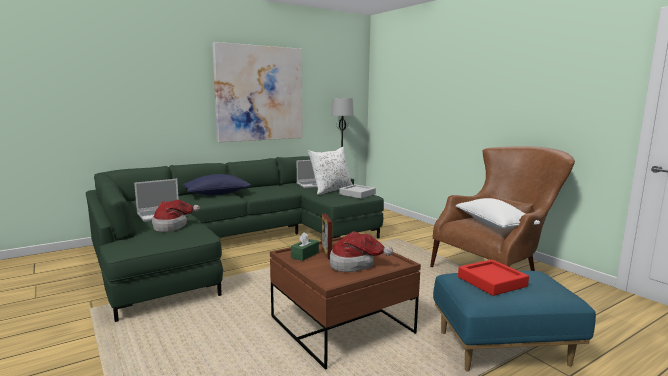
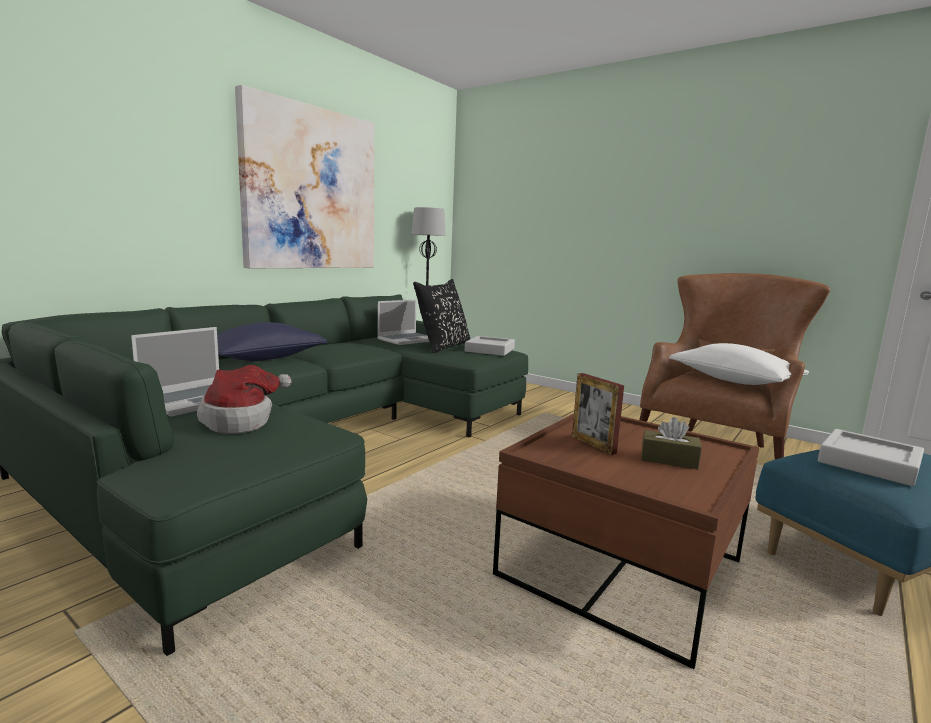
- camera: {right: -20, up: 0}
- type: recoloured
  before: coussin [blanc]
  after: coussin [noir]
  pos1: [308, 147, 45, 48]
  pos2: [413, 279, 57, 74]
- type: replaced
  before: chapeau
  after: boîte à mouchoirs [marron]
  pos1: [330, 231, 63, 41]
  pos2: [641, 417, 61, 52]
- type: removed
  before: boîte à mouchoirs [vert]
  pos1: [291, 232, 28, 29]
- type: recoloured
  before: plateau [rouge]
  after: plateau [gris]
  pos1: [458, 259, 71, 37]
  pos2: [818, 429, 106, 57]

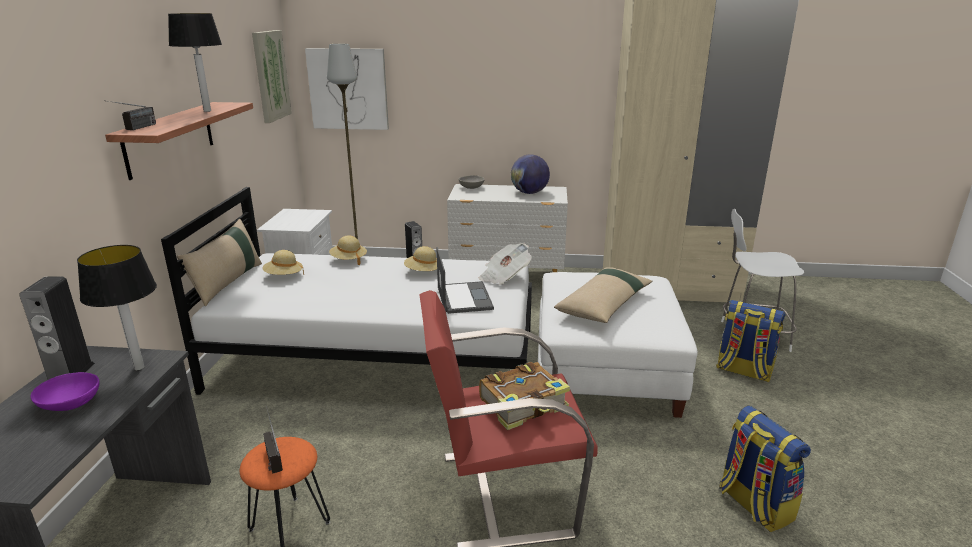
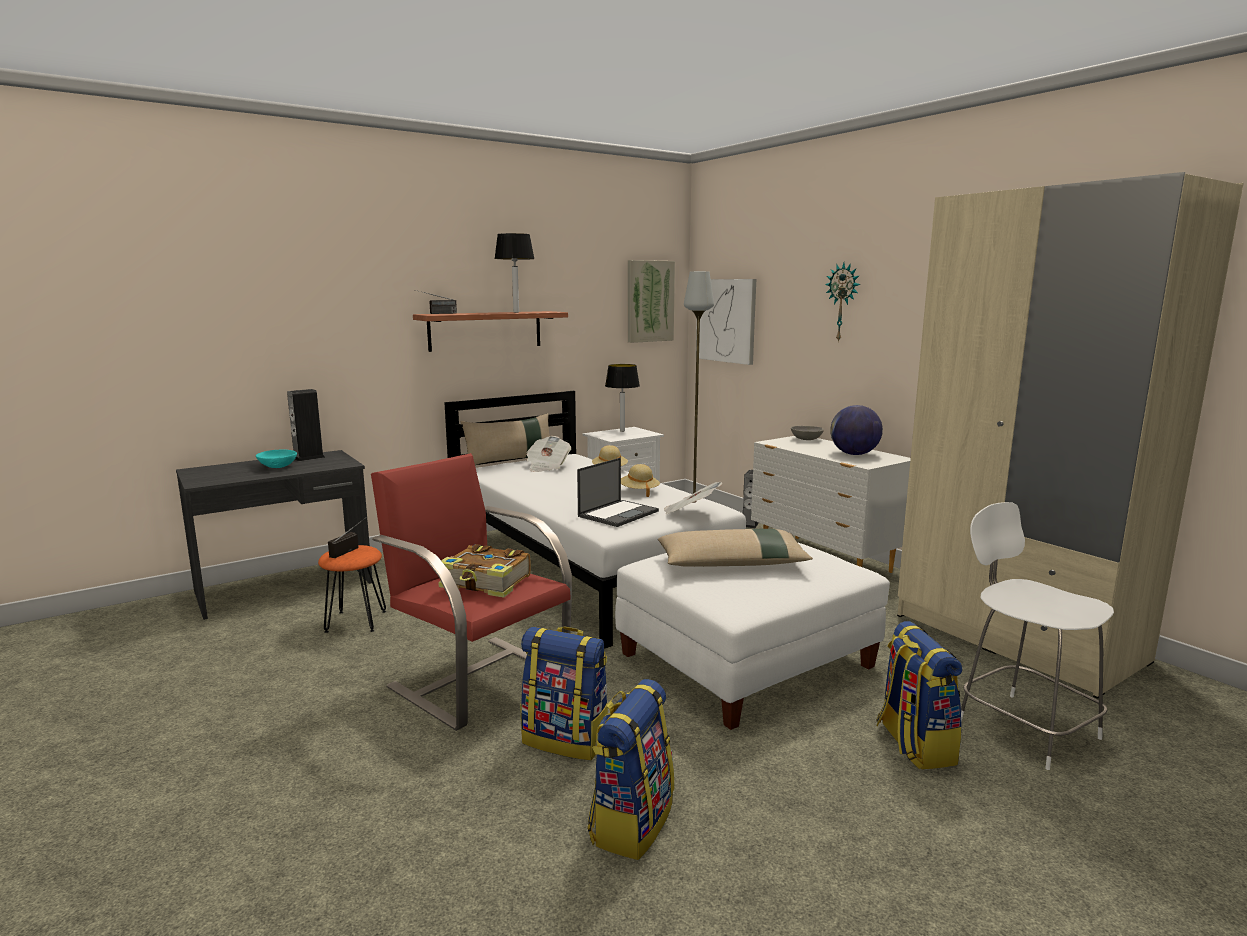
- camera: {right: 50, up: -10}
- type: moved
  before: lampe de table
  pos1: [77, 245, 80, 125]
  pos2: [605, 364, 35, 68]
- type: replaced
  before: chapeau [beige]
  after: journal
  pos1: [262, 250, 42, 25]
  pos2: [526, 436, 45, 36]
- type: recoloured
  before: bol [violet]
  after: bol [turquoise]
  pos1: [30, 372, 70, 39]
  pos2: [256, 450, 41, 18]
- type: added
  after: horloge murale
  pos2: [825, 263, 35, 79]
- type: added
  after: sac à dos
  pos2: [521, 627, 87, 133]

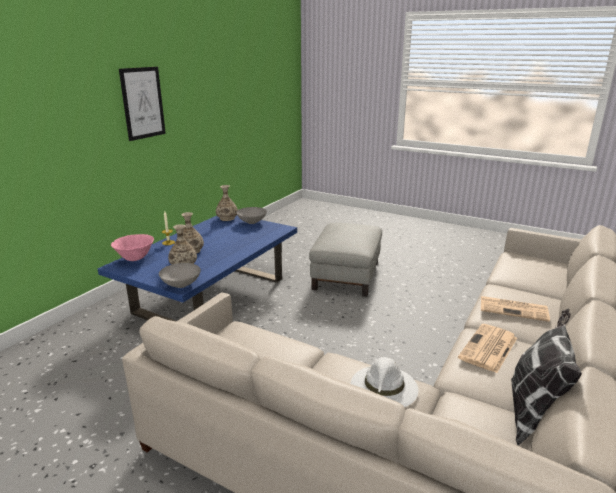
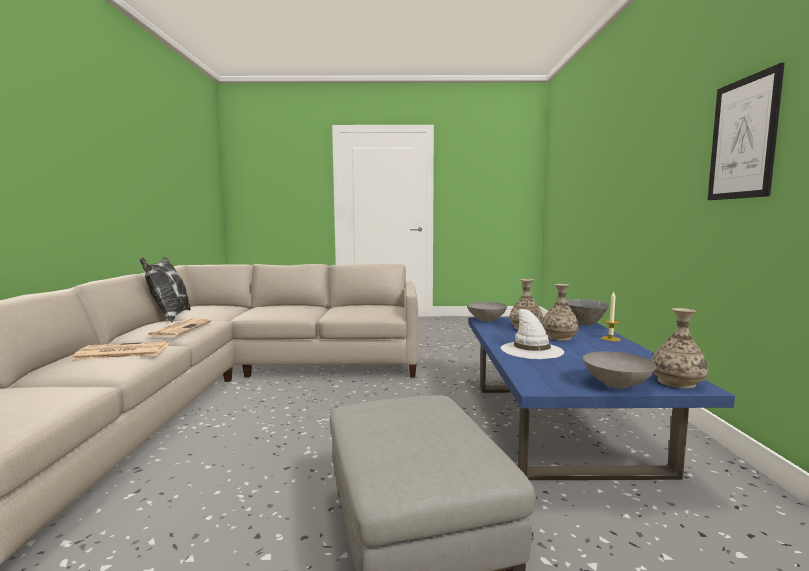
- camera: {right: 150, up: -15}
- type: recoloured
  before: bol [rose]
  after: bol [gris]
  pos1: [111, 234, 43, 27]
  pos2: [566, 299, 44, 26]
- type: moved
  before: chapeau [blanc]
  pos1: [350, 357, 68, 50]
  pos2: [501, 309, 63, 50]

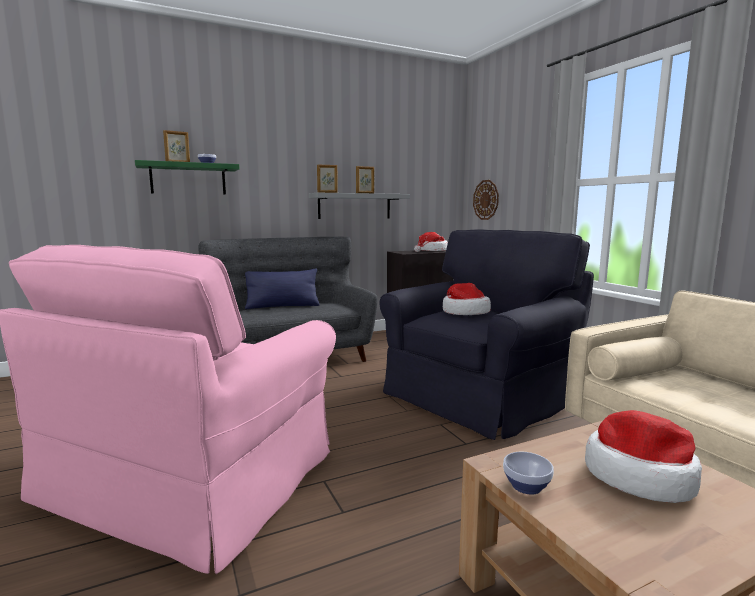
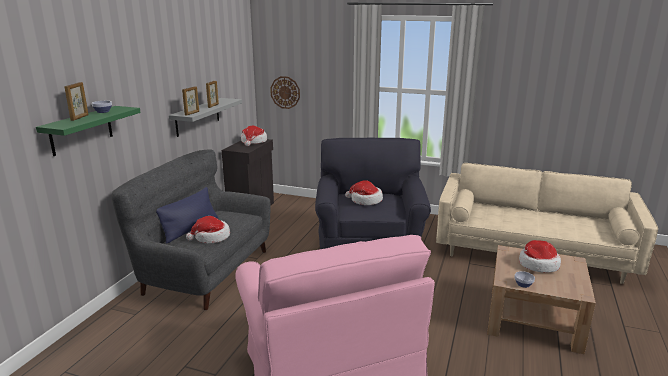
- camera: {right: -45, up: 10}
- type: added
  after: chapeau
  pos2: [186, 216, 44, 27]

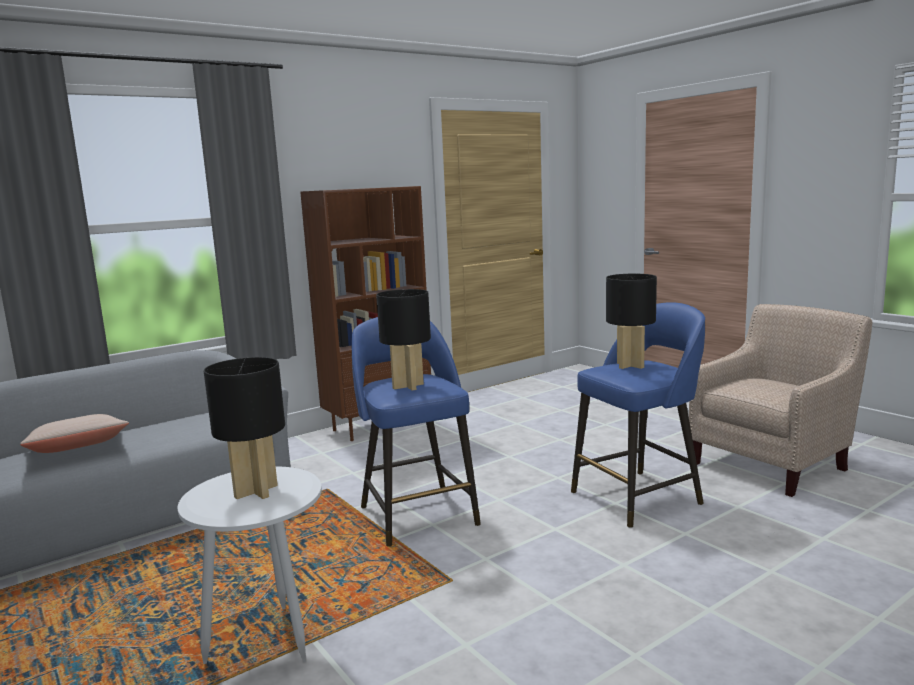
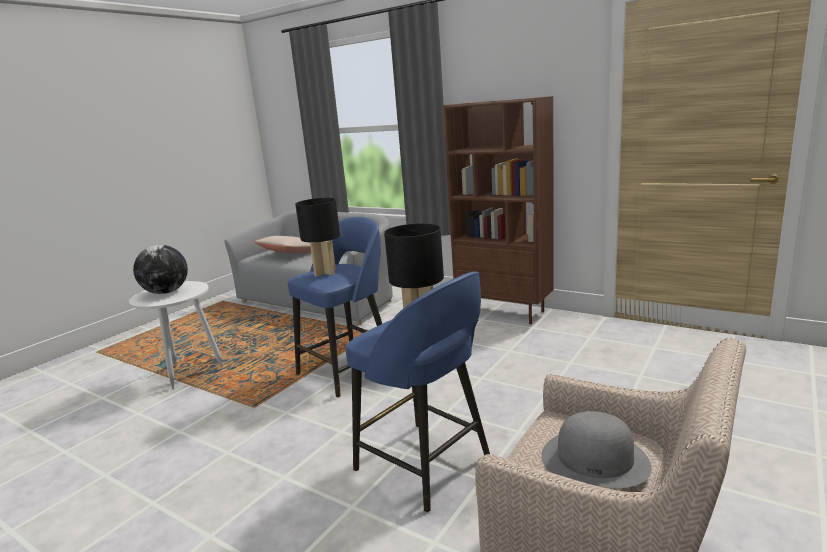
- camera: {right: 70, up: 5}
- type: replaced
  before: lampe de table [noir]
  after: globe
  pos1: [204, 357, 81, 142]
  pos2: [133, 245, 55, 49]
- type: added
  after: chapeau [gris]
  pos2: [541, 411, 111, 77]

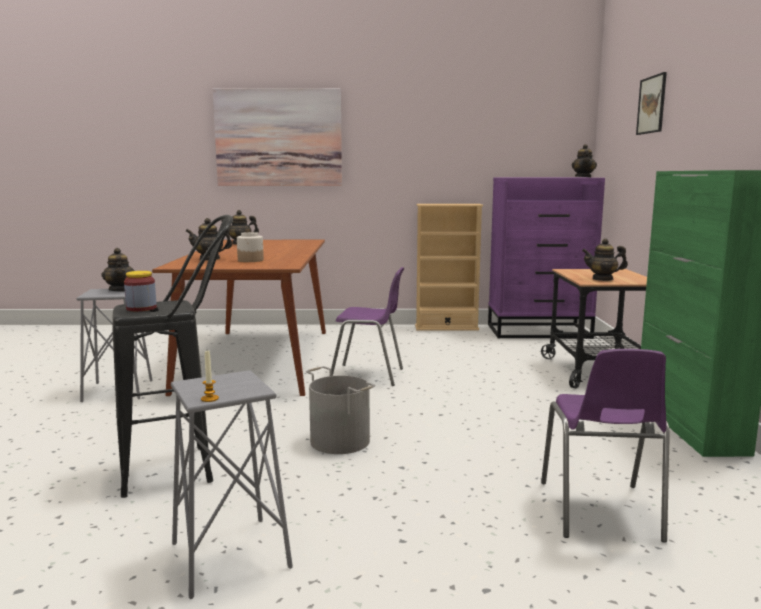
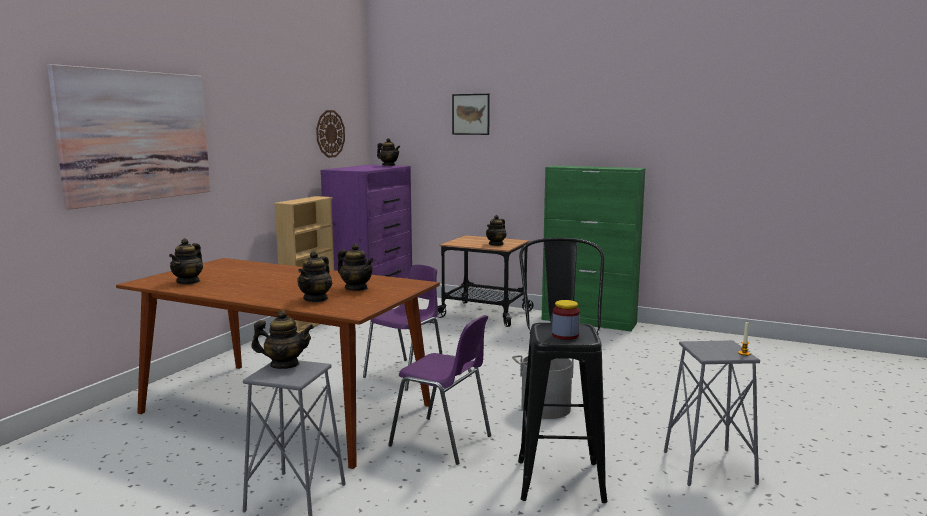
- camera: {right: -65, up: 0}
- type: replaced
  before: bocal
  after: théière
  pos1: [237, 232, 27, 30]
  pos2: [338, 244, 36, 47]
- type: moved
  before: chaise [violet]
  pos1: [541, 349, 129, 194]
  pos2: [388, 315, 103, 150]
- type: added
  after: horloge murale
  pos2: [316, 110, 29, 48]

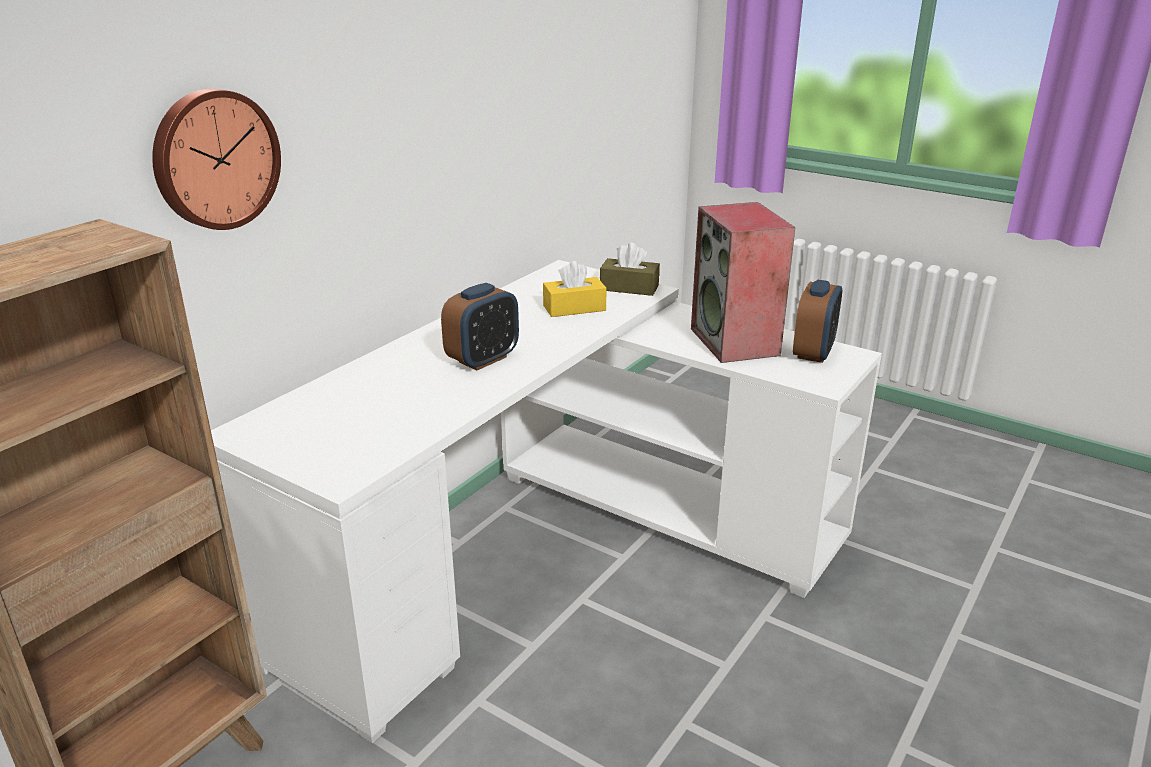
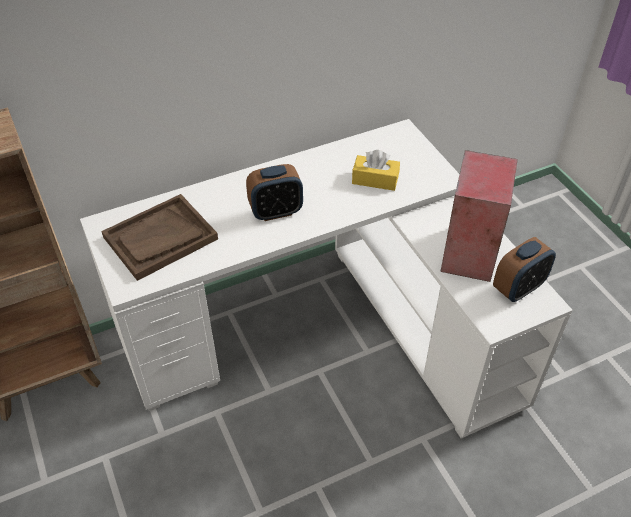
- camera: {right: 30, up: 20}
- type: removed
  before: horloge murale
  pos1: [152, 89, 129, 141]
- type: removed
  before: boîte à mouchoirs [marron]
  pos1: [600, 243, 60, 53]
- type: added
  after: plateau [marron]
  pos2: [101, 194, 117, 87]

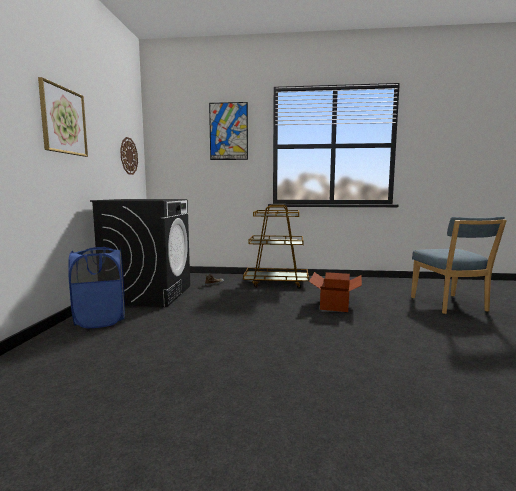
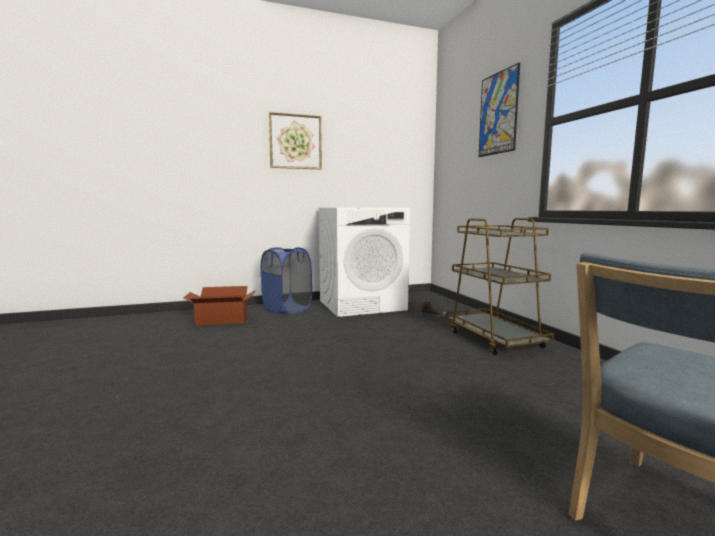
- camera: {right: 65, up: 0}
- type: removed
  before: horloge murale
  pos1: [120, 137, 18, 38]
- type: recoloured
  before: lave-linge [noir]
  after: lave-linge [blanc]
  pos1: [90, 199, 100, 108]
  pos2: [318, 208, 92, 109]
- type: moved
  before: carton
  pos1: [309, 272, 53, 40]
  pos2: [183, 286, 72, 39]

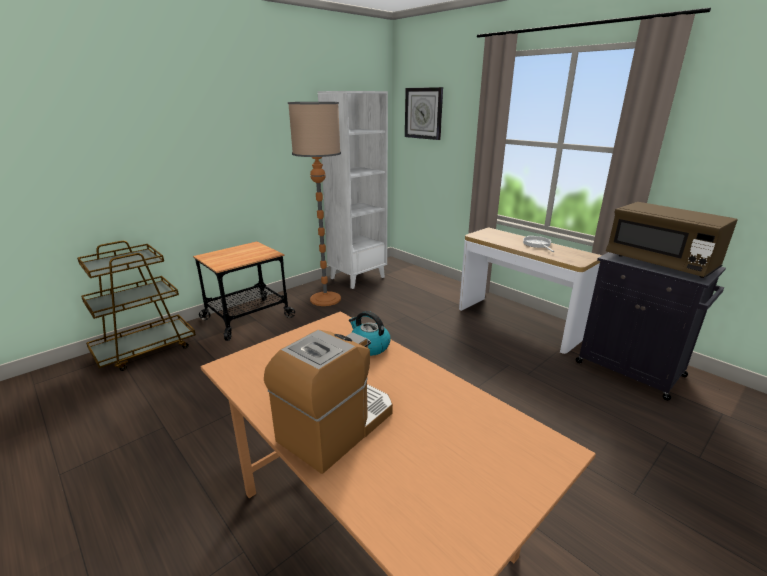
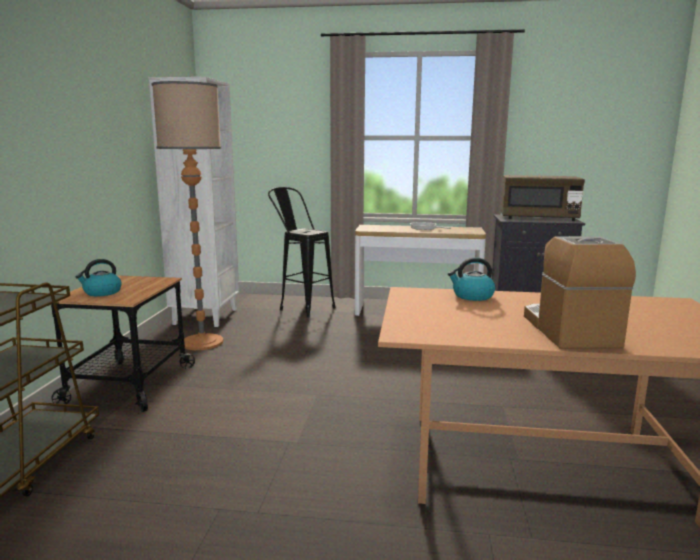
- camera: {right: -40, up: -10}
- type: removed
  before: horloge murale
  pos1: [405, 87, 38, 53]
- type: added
  after: tabouret [noir]
  pos2: [268, 187, 68, 131]
- type: added
  after: bouilloire
  pos2: [75, 259, 47, 37]

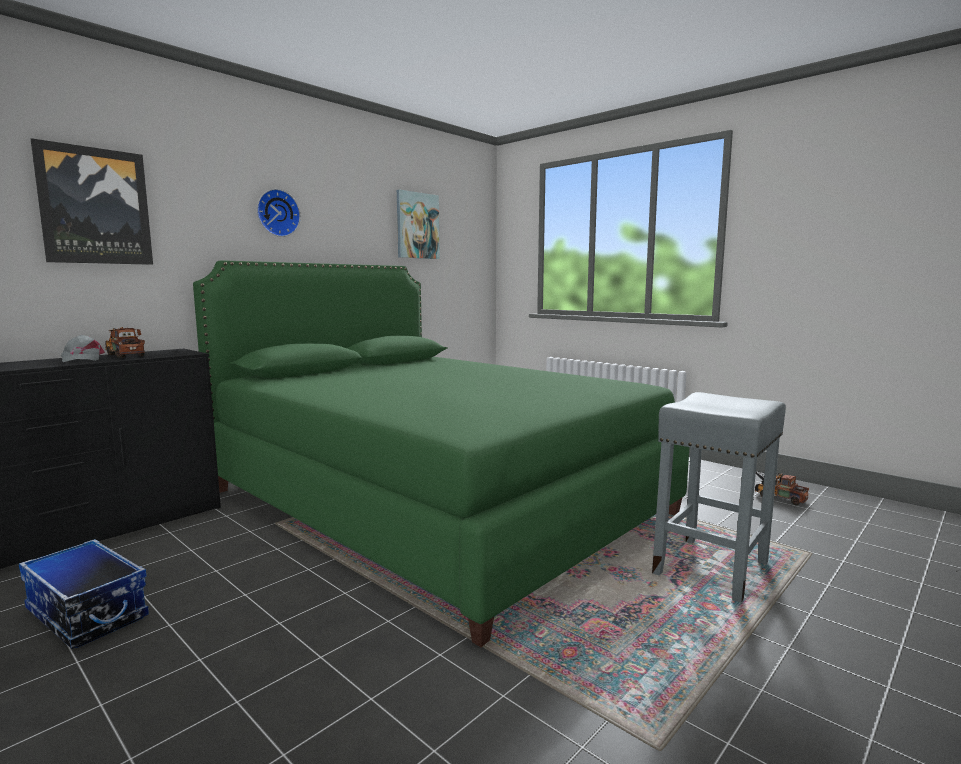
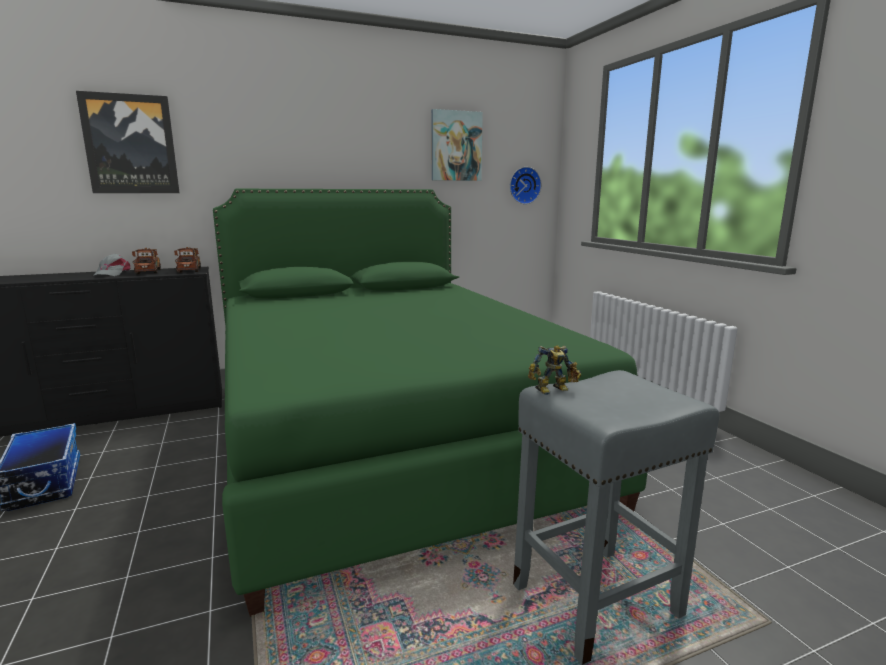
- camera: {right: 25, up: 5}
- type: moved
  before: horloge murale
  pos1: [257, 189, 44, 48]
  pos2: [510, 167, 32, 37]
- type: moved
  before: camion jouet
  pos1: [755, 471, 54, 34]
  pos2: [174, 247, 27, 26]
- type: added
  after: robot jouet
  pos2: [528, 345, 53, 50]

